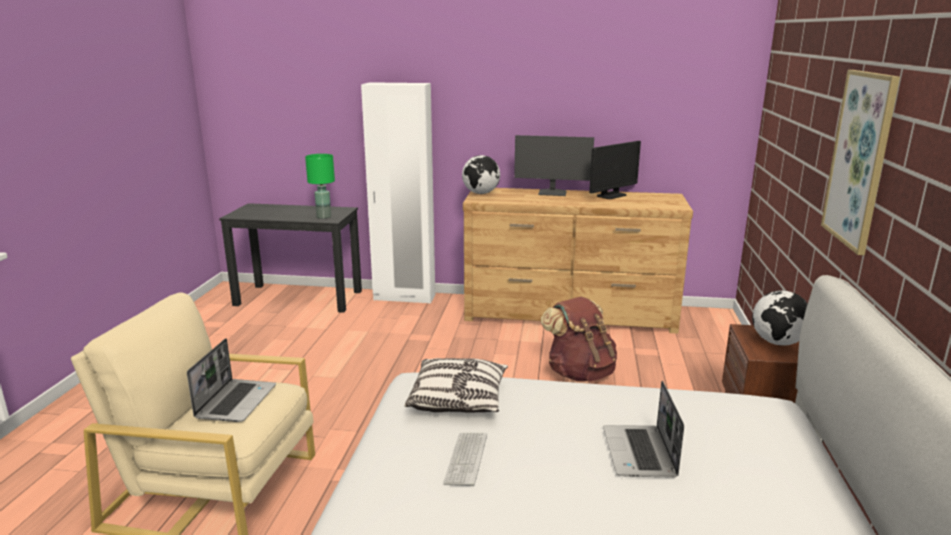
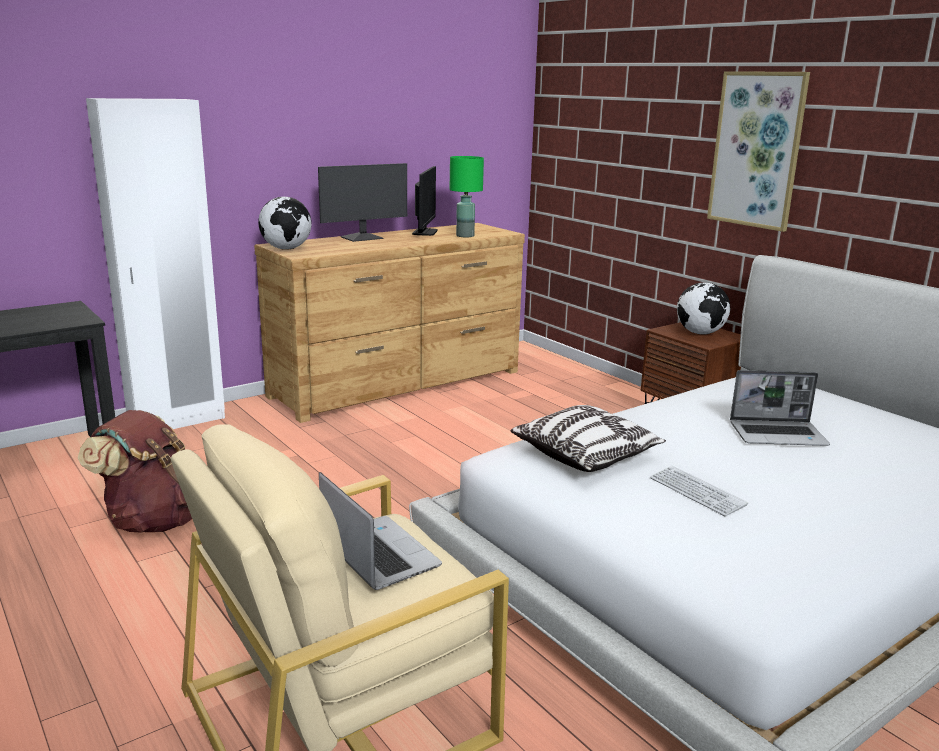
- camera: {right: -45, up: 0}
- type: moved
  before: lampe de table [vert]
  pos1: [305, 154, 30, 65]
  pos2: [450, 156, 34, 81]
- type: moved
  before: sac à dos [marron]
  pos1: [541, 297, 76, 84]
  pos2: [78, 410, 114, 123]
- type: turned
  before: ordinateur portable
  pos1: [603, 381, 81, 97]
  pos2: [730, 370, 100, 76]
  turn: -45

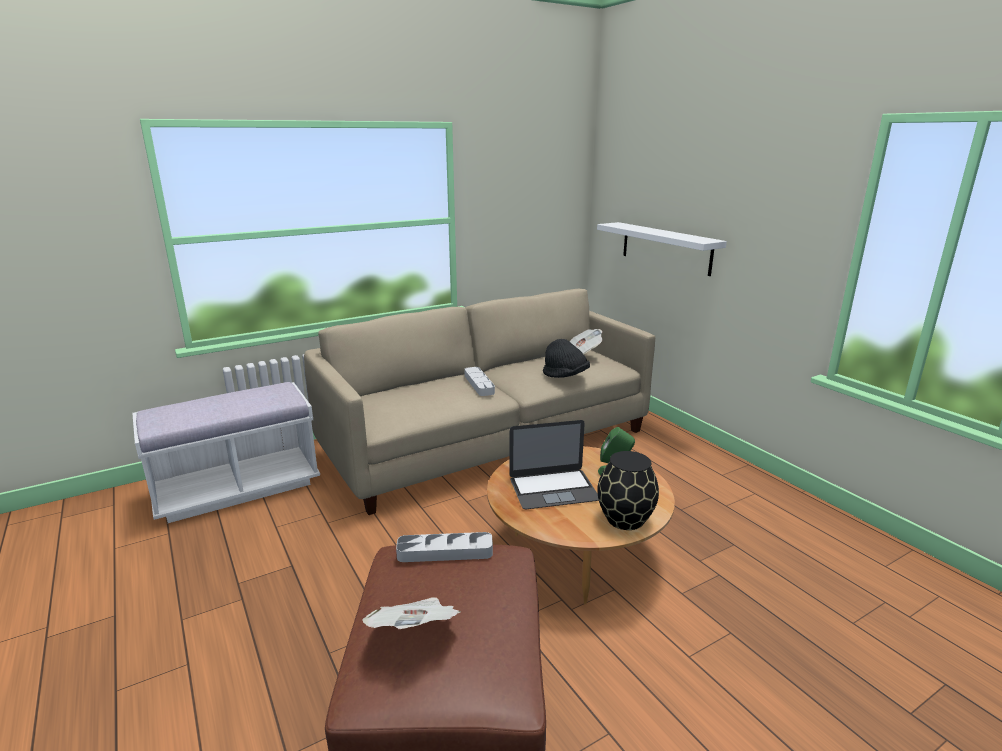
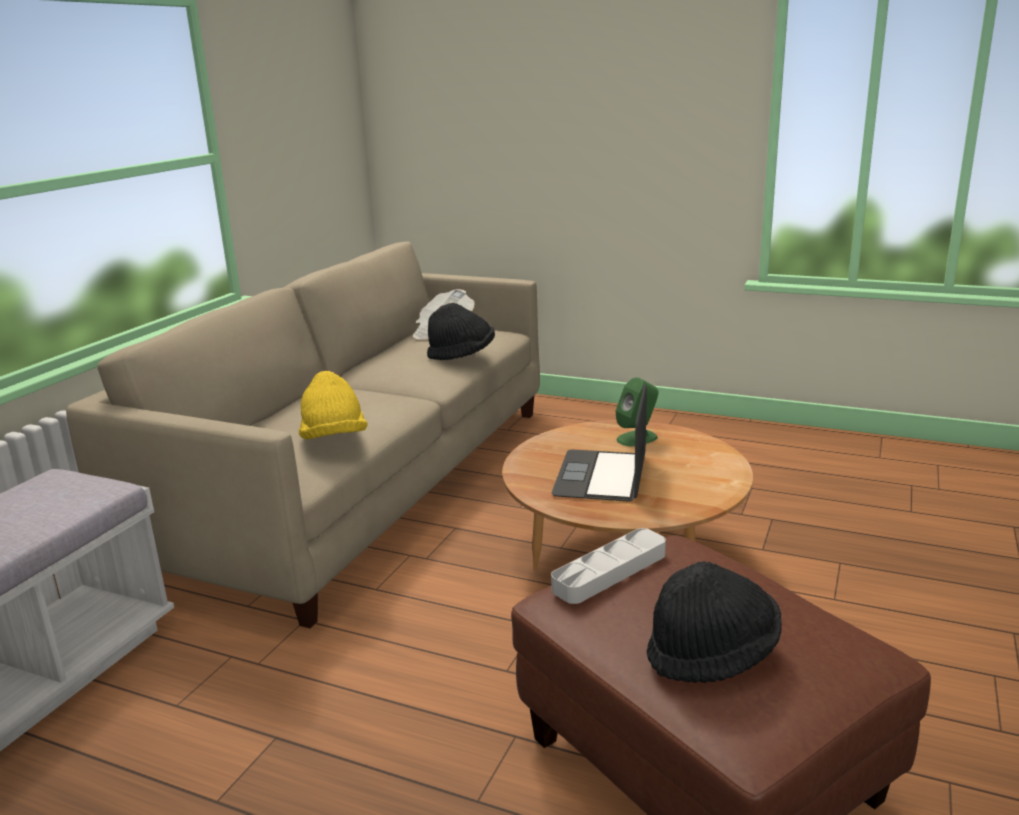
- camera: {right: -35, up: 0}
- type: removed
  before: étagère [blanc]
  pos1: [597, 222, 130, 54]
- type: removed
  before: plateau [gris]
  pos1: [465, 367, 30, 29]
- type: turned
  before: ordinateur portable
  pos1: [509, 420, 90, 89]
  pos2: [552, 384, 95, 118]
  turn: 150
- type: removed
  before: vase [noir]
  pos1: [597, 451, 62, 79]
- type: replaced
  before: journal
  after: chapeau [noir]
  pos1: [362, 597, 98, 32]
  pos2: [647, 561, 134, 122]
- type: added
  after: chapeau [jaune]
  pos2: [299, 371, 69, 68]

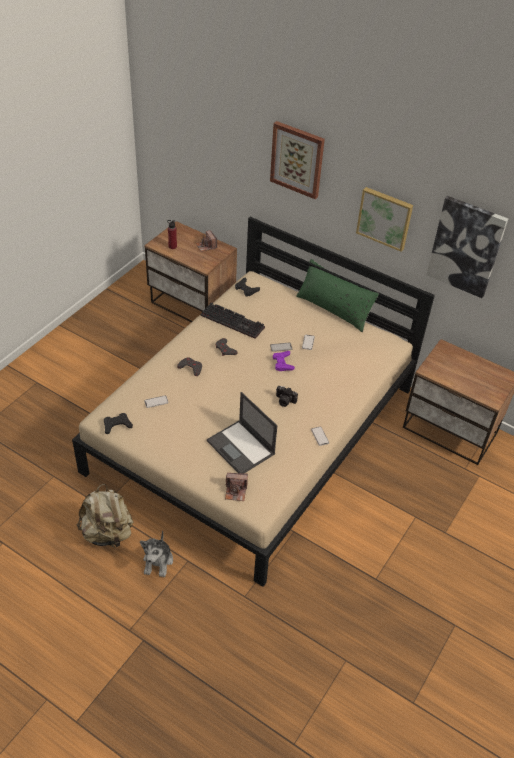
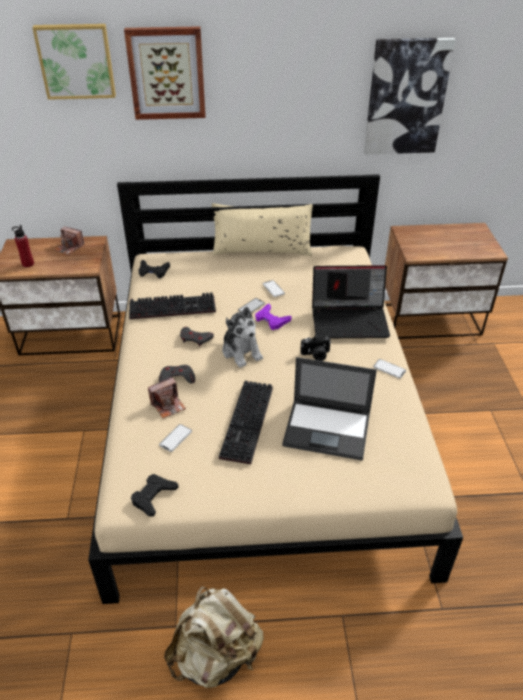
- camera: {right: -35, up: -5}
- type: moved
  before: tableau
  pos1: [356, 187, 57, 65]
  pos2: [32, 24, 84, 76]
- type: recoloured
  before: coussin [vert]
  after: coussin [beige]
  pos1: [296, 259, 83, 73]
  pos2: [212, 203, 101, 53]
- type: moved
  before: appareil photo
  pos1: [225, 473, 23, 28]
  pos2: [148, 377, 38, 42]
- type: moved
  before: peluche
  pos1: [140, 531, 33, 46]
  pos2: [222, 307, 41, 61]
- type: added
  after: ordinateur portable
  pos2: [312, 265, 78, 73]
- type: added
  after: clavier
  pos2: [219, 381, 54, 83]

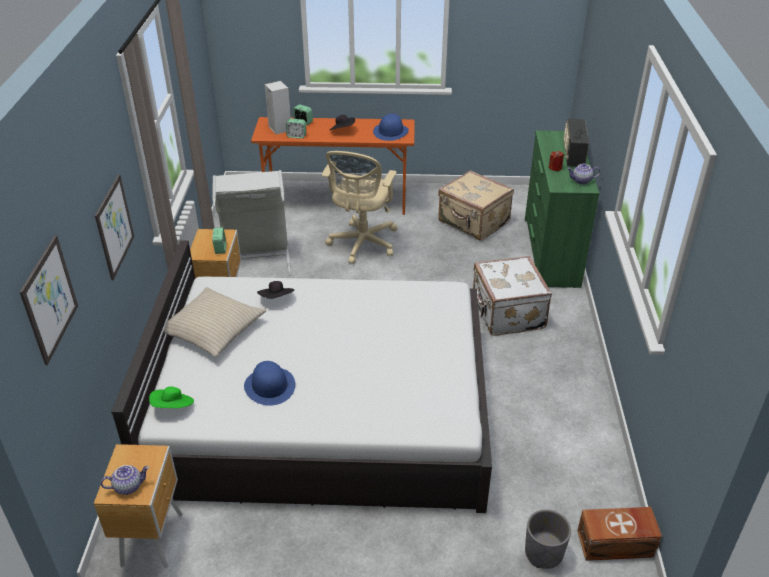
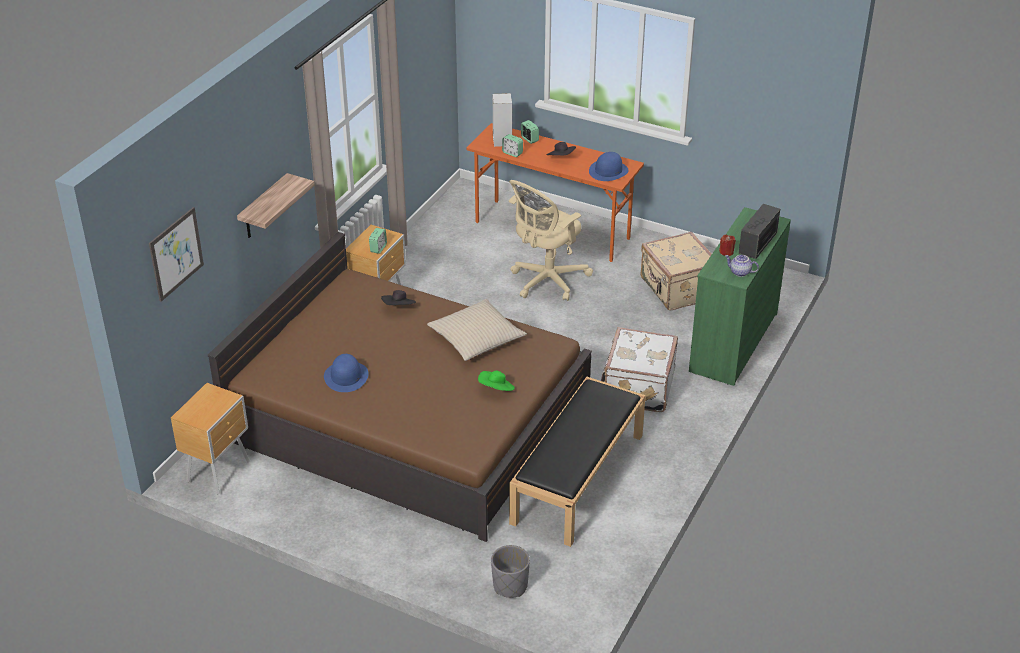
- camera: {right: 25, up: 0}
- type: removed
  before: panier à linge [gris]
  pos1: [212, 170, 79, 105]
- type: replaced
  before: tableau
  after: étagère
  pos1: [95, 175, 39, 105]
  pos2: [237, 173, 78, 65]
- type: recoloured
  before: lit [blanc]
  after: lit [marron]
  pos1: [111, 240, 381, 273]
  pos2: [208, 232, 384, 310]
- type: moved
  before: coussin [beige]
  pos1: [164, 287, 102, 70]
  pos2: [427, 299, 100, 62]
- type: moved
  before: chapeau [vert]
  pos1: [149, 386, 45, 22]
  pos2: [478, 371, 37, 20]
- type: removed
  before: théière
  pos1: [101, 465, 48, 30]
- type: removed
  before: boîte de rangement [marron]
  pos1: [577, 507, 85, 54]
- type: added
  after: banc [noir]
  pos2: [509, 377, 137, 170]

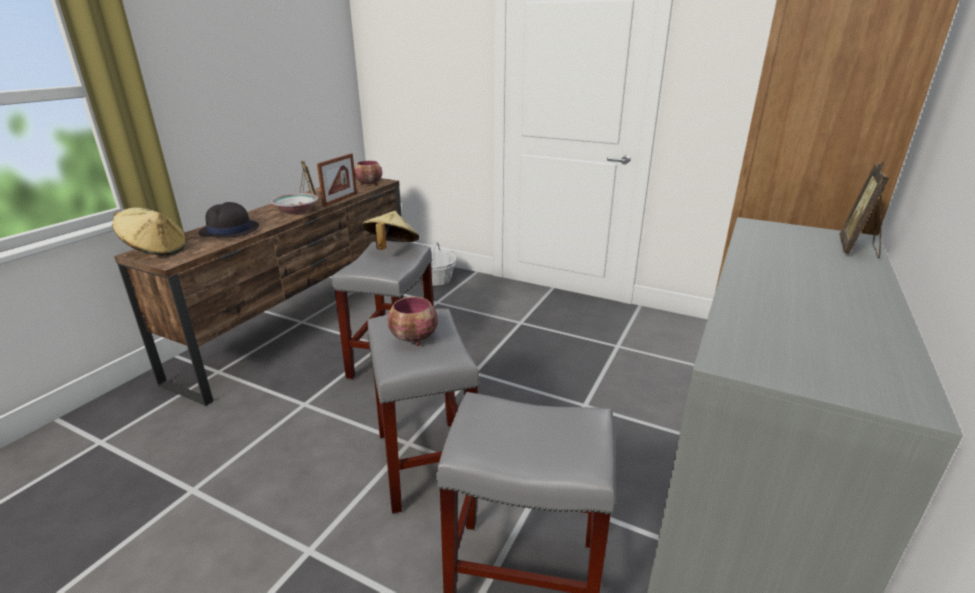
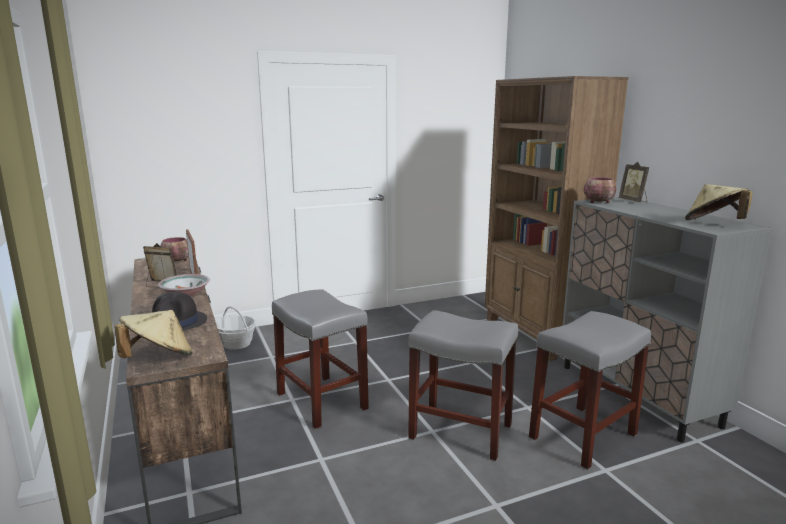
- camera: {right: -50, up: -10}
- type: moved
  before: chapeau [beige]
  pos1: [361, 211, 58, 39]
  pos2: [685, 184, 67, 36]
- type: moved
  before: bol
  pos1: [388, 297, 50, 49]
  pos2: [584, 177, 33, 26]

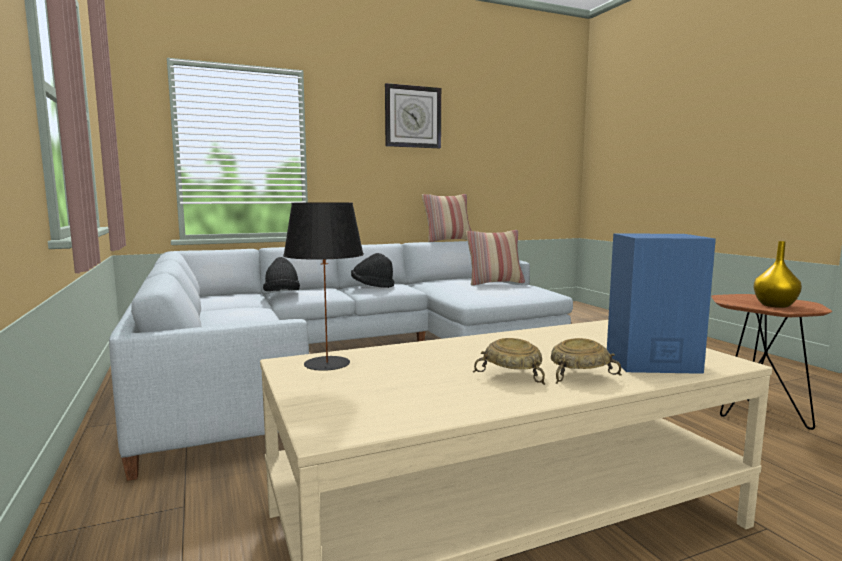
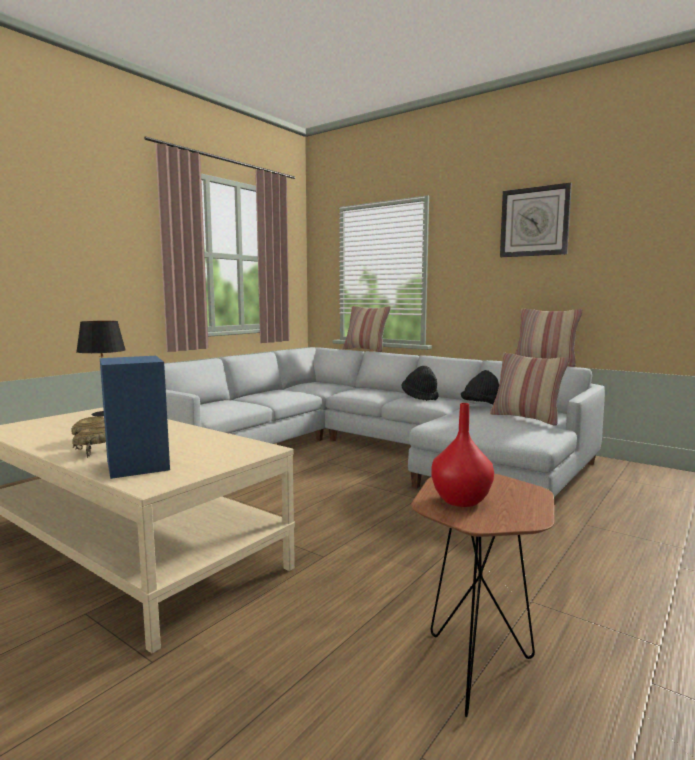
- camera: {right: 60, up: 0}
- type: recoloured
  before: vase [jaune]
  after: vase [rouge]
  pos1: [753, 241, 49, 67]
  pos2: [431, 403, 63, 104]
- type: moved
  before: chapeau [noir]
  pos1: [263, 257, 37, 34]
  pos2: [461, 370, 38, 35]
- type: added
  after: coussin
  pos2: [343, 306, 48, 46]

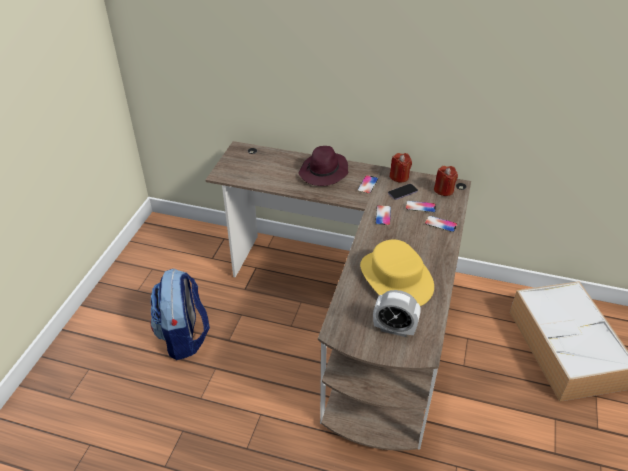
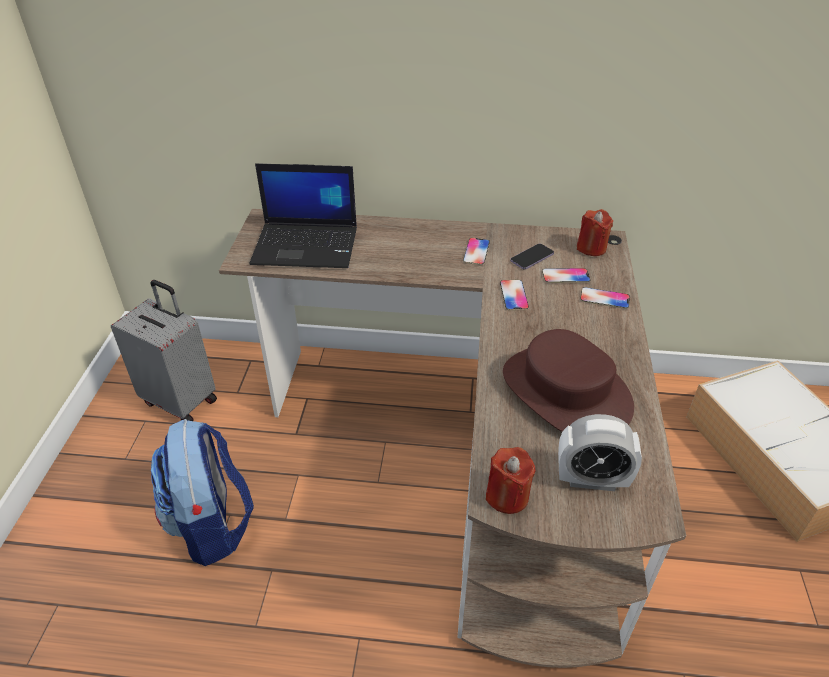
- camera: {right: -10, up: 0}
- type: removed
  before: chapeau [violet]
  pos1: [298, 146, 50, 40]
- type: moved
  before: bougie [rouge]
  pos1: [390, 153, 22, 29]
  pos2: [486, 447, 50, 67]
- type: recoloured
  before: chapeau [jaune]
  after: chapeau [marron]
  pos1: [360, 239, 74, 67]
  pos2: [503, 329, 131, 103]
- type: added
  after: ordinateur portable
  pos2: [249, 163, 108, 105]
- type: added
  after: valise [gris]
  pos2: [111, 280, 106, 141]

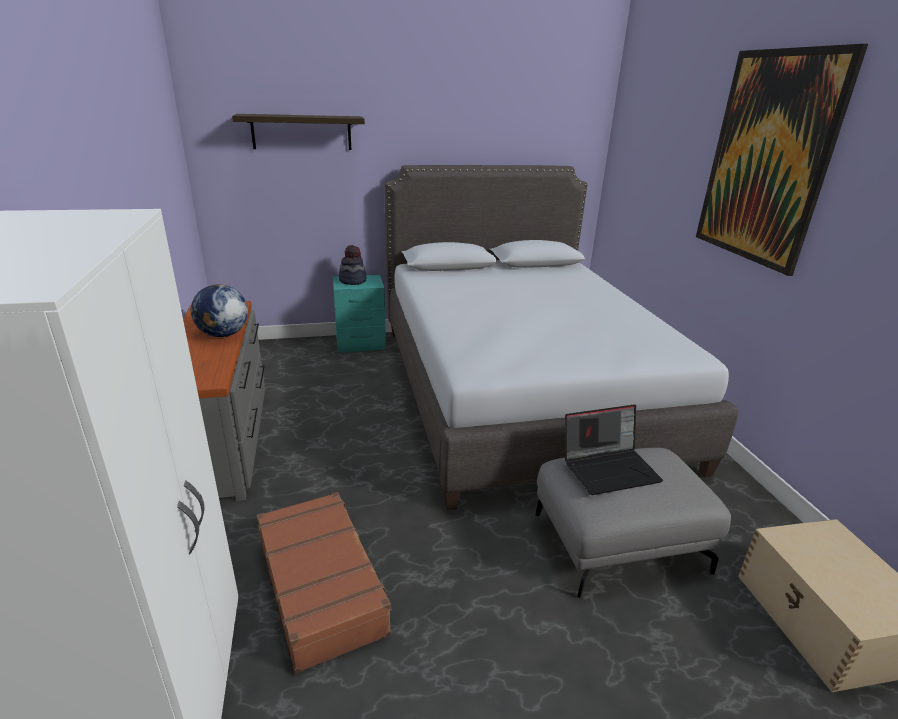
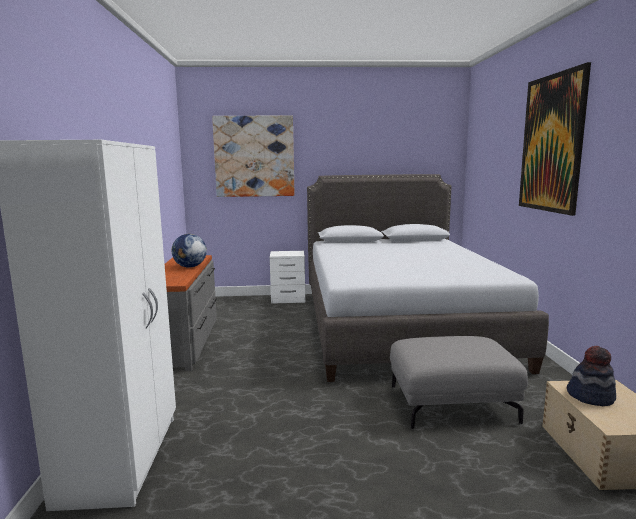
- camera: {right: 10, up: -15}
- type: replaced
  before: étagère
  after: tableau
  pos1: [232, 114, 133, 36]
  pos2: [212, 115, 83, 82]
- type: moved
  before: chapeau
  pos1: [339, 245, 27, 40]
  pos2: [567, 346, 49, 60]
- type: recoloured
  before: table de chevet [turquoise]
  after: table de chevet [blanc]
  pos1: [332, 275, 54, 78]
  pos2: [270, 251, 35, 53]
- type: removed
  before: ordinateur portable
  pos1: [565, 405, 98, 90]
- type: removed
  before: valise [marron]
  pos1: [257, 492, 135, 182]

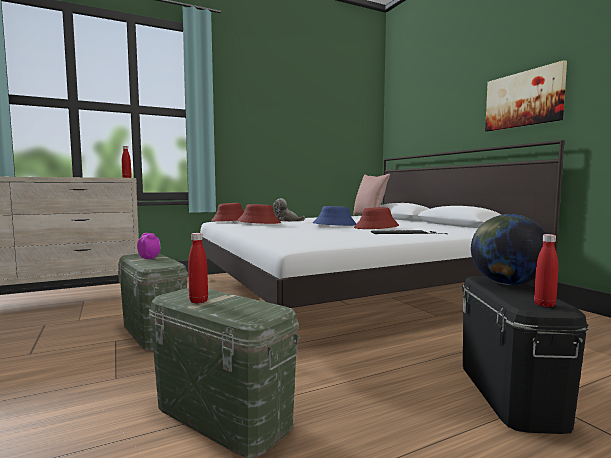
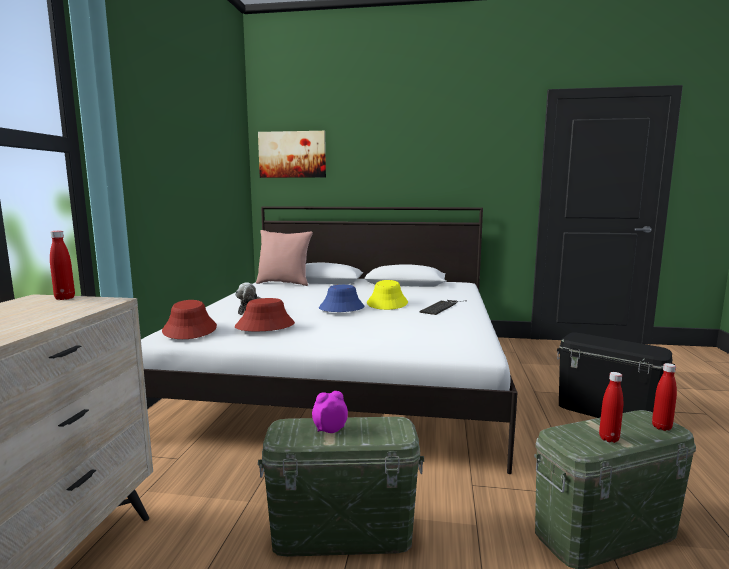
- camera: {right: -55, up: 5}
- type: moved
  before: tableau
  pos1: [485, 60, 82, 71]
  pos2: [258, 131, 68, 47]
- type: recoloured
  before: chapeau [rouge]
  after: chapeau [jaune]
  pos1: [354, 207, 45, 22]
  pos2: [367, 280, 41, 30]
- type: removed
  before: globe
  pos1: [471, 214, 75, 71]
- type: moved
  before: bouteille [rouge]
  pos1: [534, 234, 24, 73]
  pos2: [652, 363, 25, 68]

